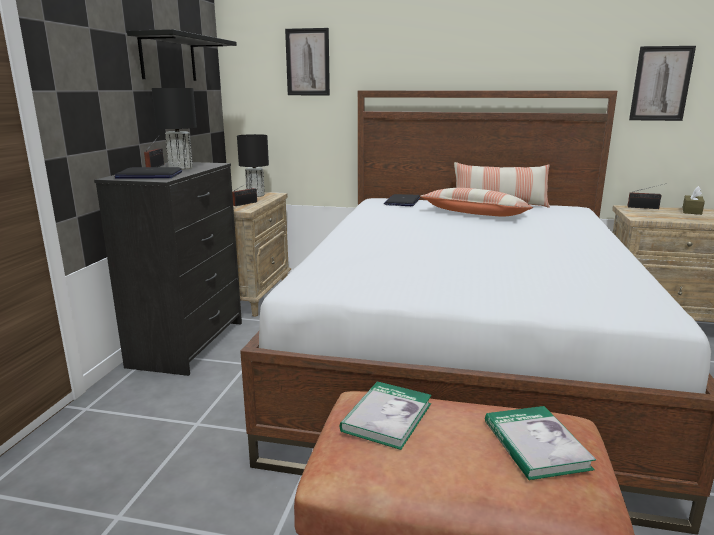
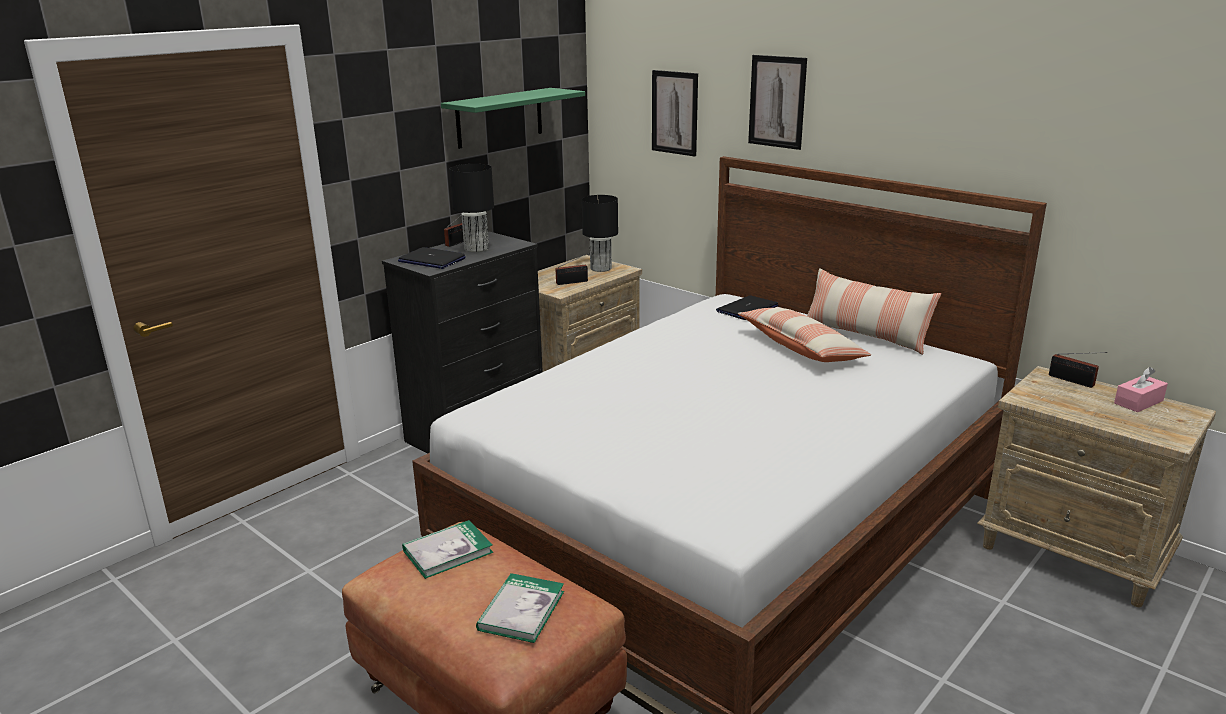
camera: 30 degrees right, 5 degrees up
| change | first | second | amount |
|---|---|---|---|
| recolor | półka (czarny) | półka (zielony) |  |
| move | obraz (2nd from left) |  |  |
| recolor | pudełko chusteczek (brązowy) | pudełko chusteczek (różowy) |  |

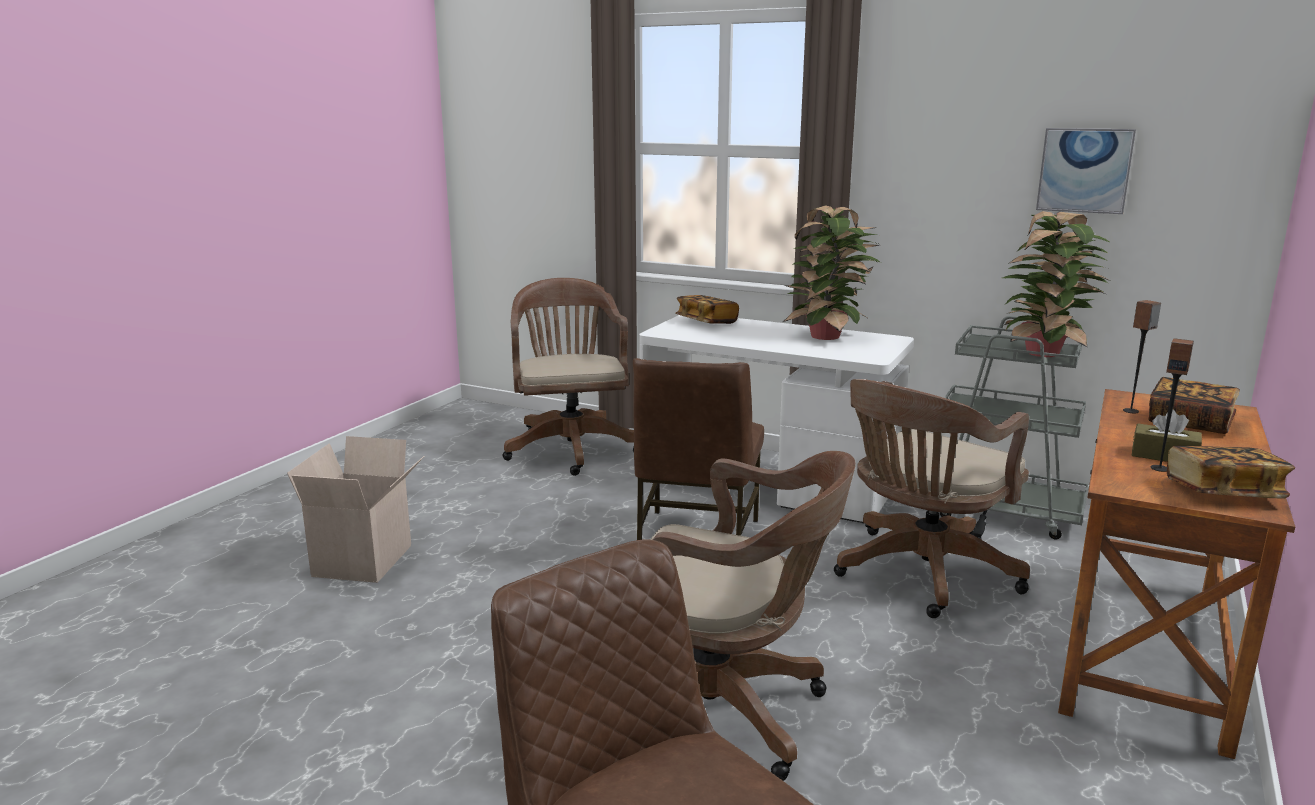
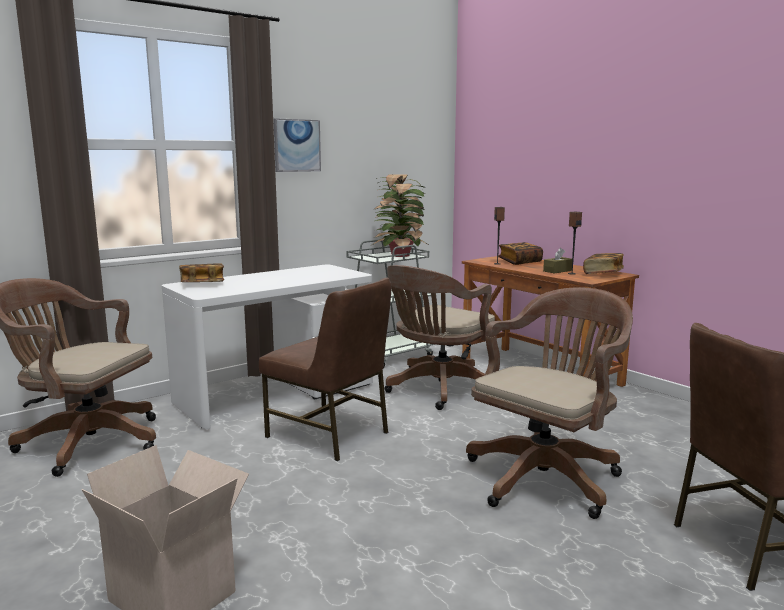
camera: 65 degrees left, 5 degrees down
| change | first | second | amount |
|---|---|---|---|
| delete | roślina doniczkowa (1st from left) |  |  |
| rotate | krzesło biurowe (brązowy) (3rd from left in the first image) | krzesło biurowe (brązowy) (2nd from left) | 60 degrees clockwise |
| move | obraz |  |  |

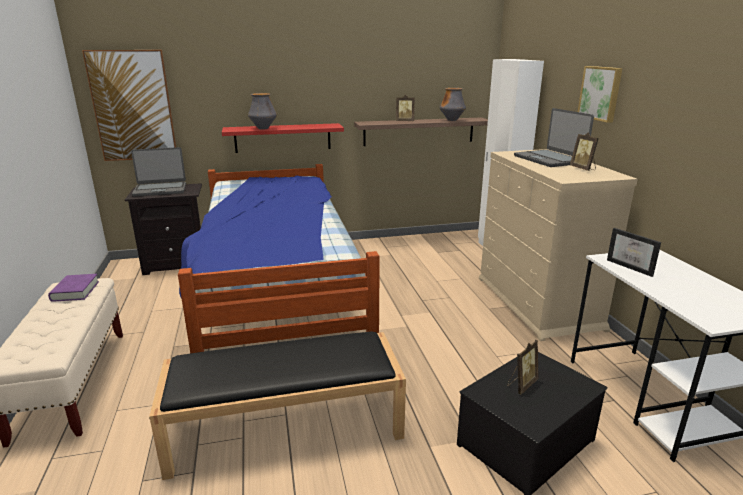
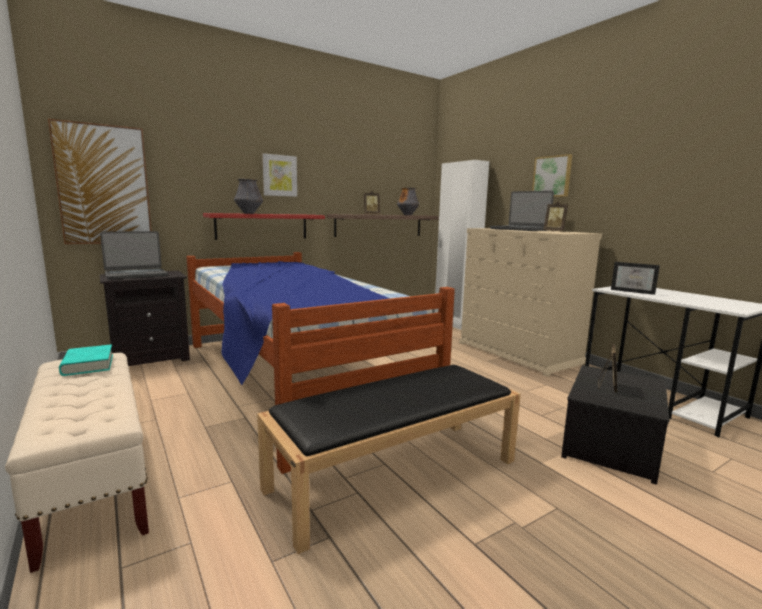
camera: 20 degrees left, 10 degrees down
| change | first | second | amount |
|---|---|---|---|
| recolor | książka (fioletowy) | książka (turkusowy) |  |
| insert |  | obraz (2nd from left) |  |

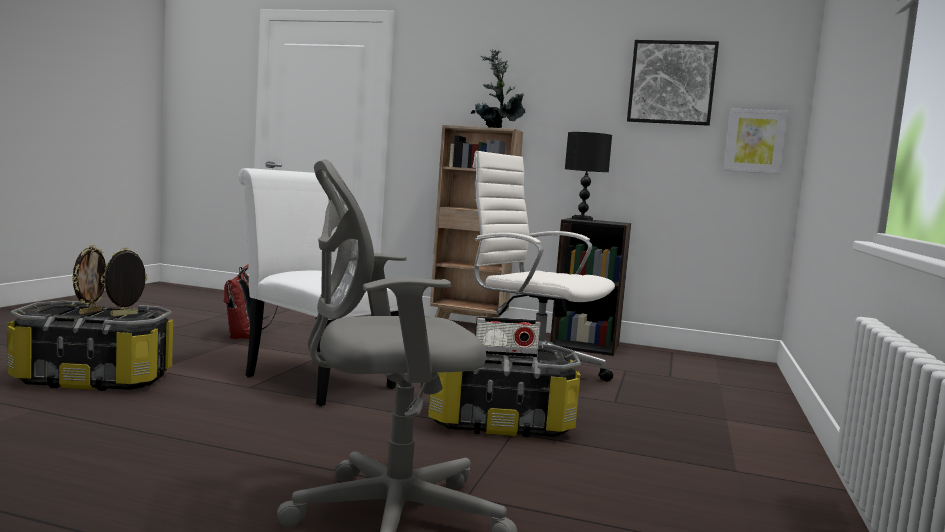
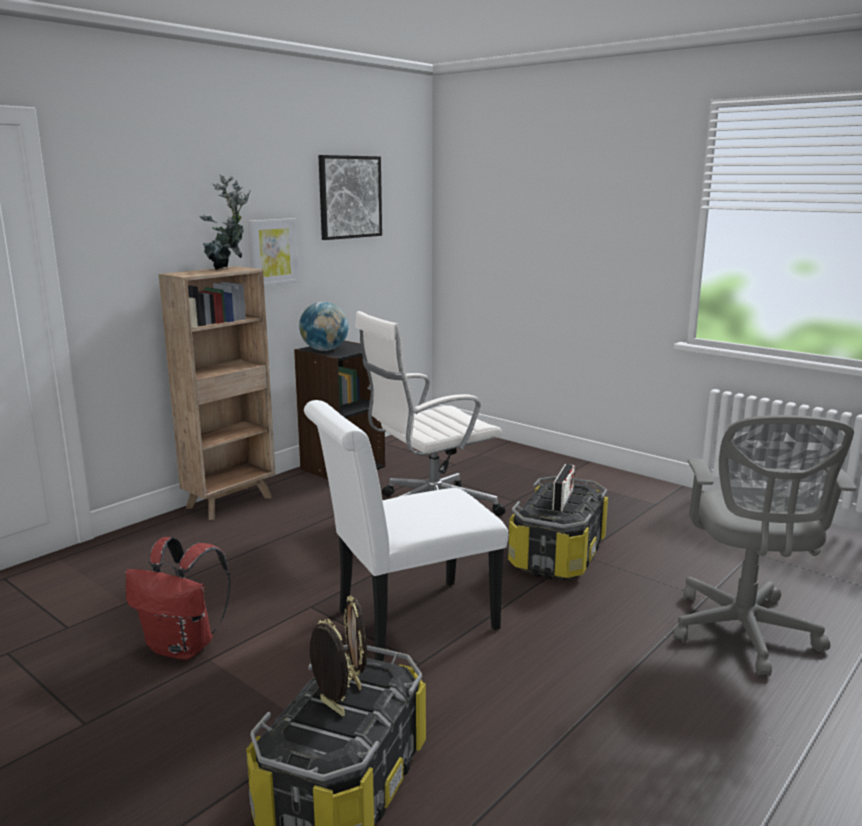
camera: 65 degrees left, 10 degrees up
| change | first | second | amount |
|---|---|---|---|
| replace | lampa stołowa (czarny) | globus |  |
| move | obraz (2nd from left in the first image) | obraz (1st from left) |  |

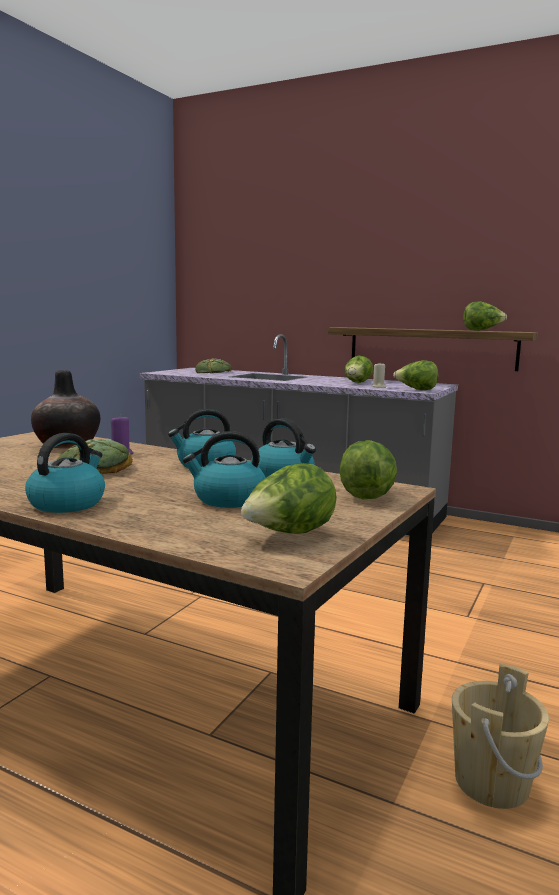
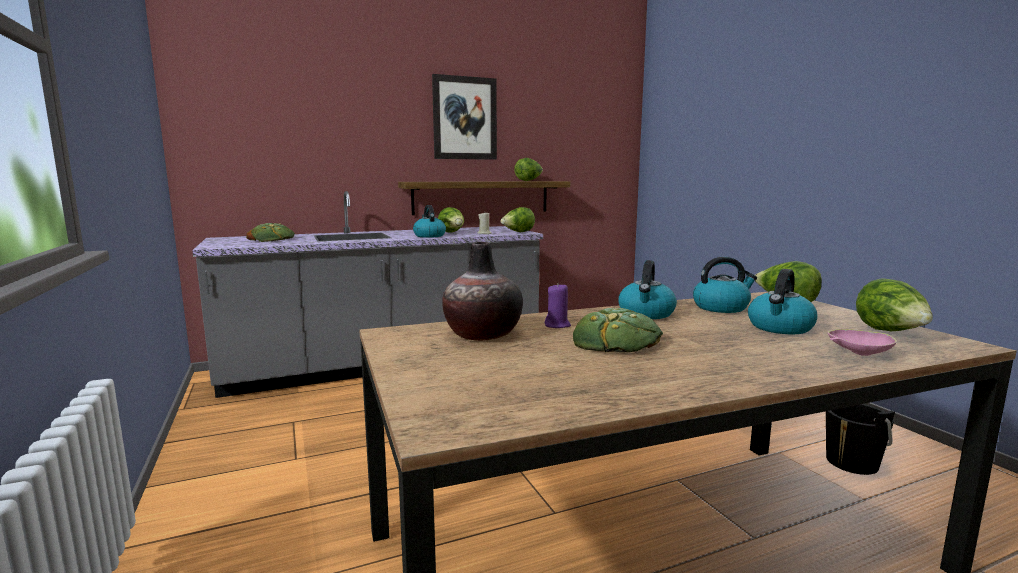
camera: 50 degrees left, 0 degrees up
| change | first | second | amount |
|---|---|---|---|
| move | czajnik (1st from left) |  |  |
| recolor | wiadro (beżowy) | wiadro (czarny) |  |
| insert |  | obraz |  |
| insert |  | miska (różowy) |  |

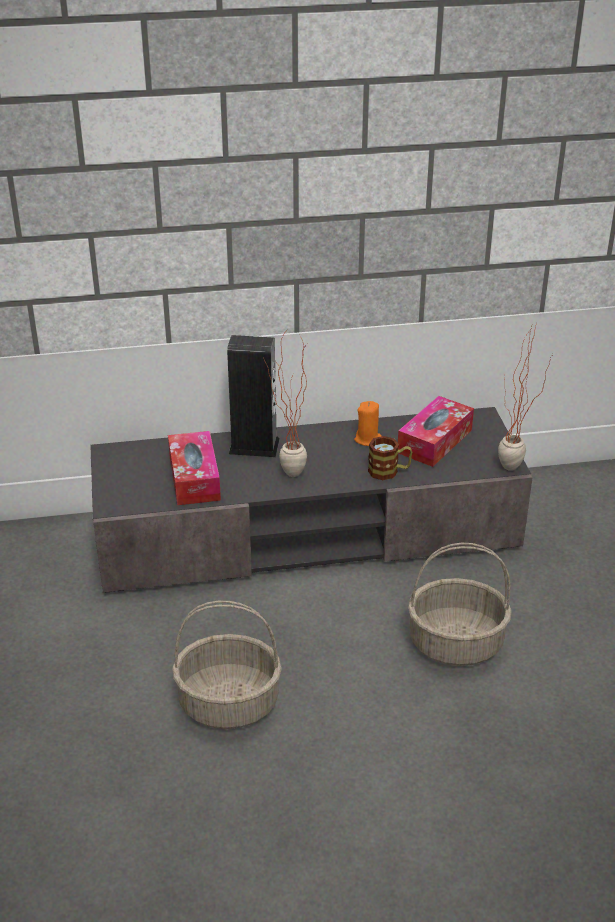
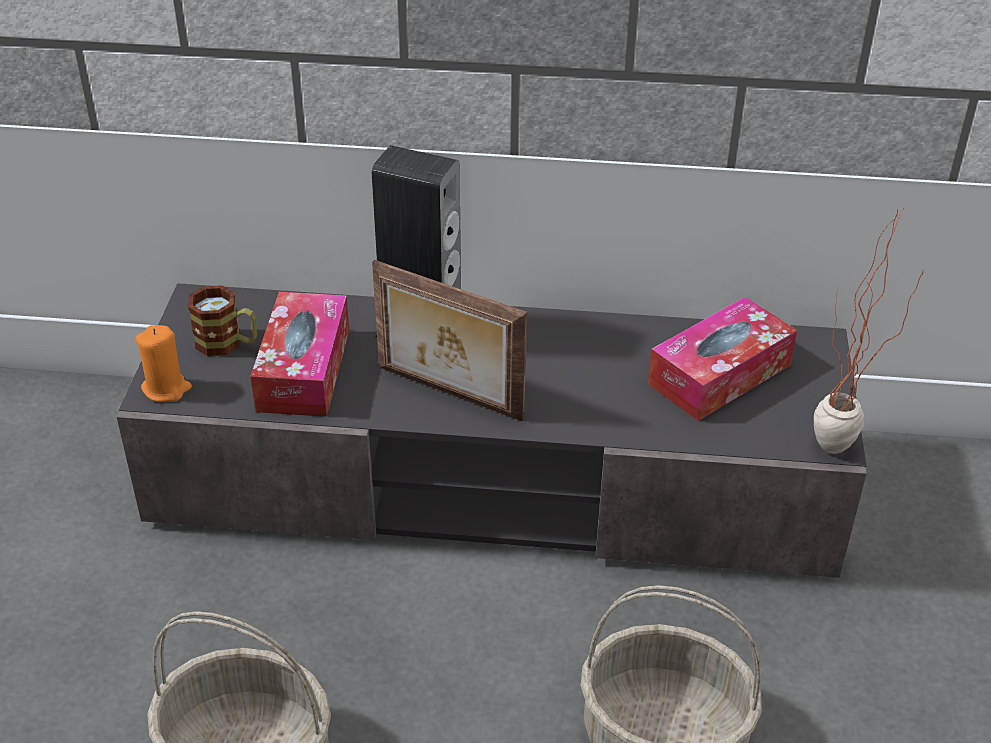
camera: 15 degrees right, 5 degrees up
| change | first | second | amount |
|---|---|---|---|
| replace | roślina doniczkowa (1st from left) | ramka na zdjęcie |  |
| move | świeca (pomarańczowy) |  |  |
| move | kubek |  |  |

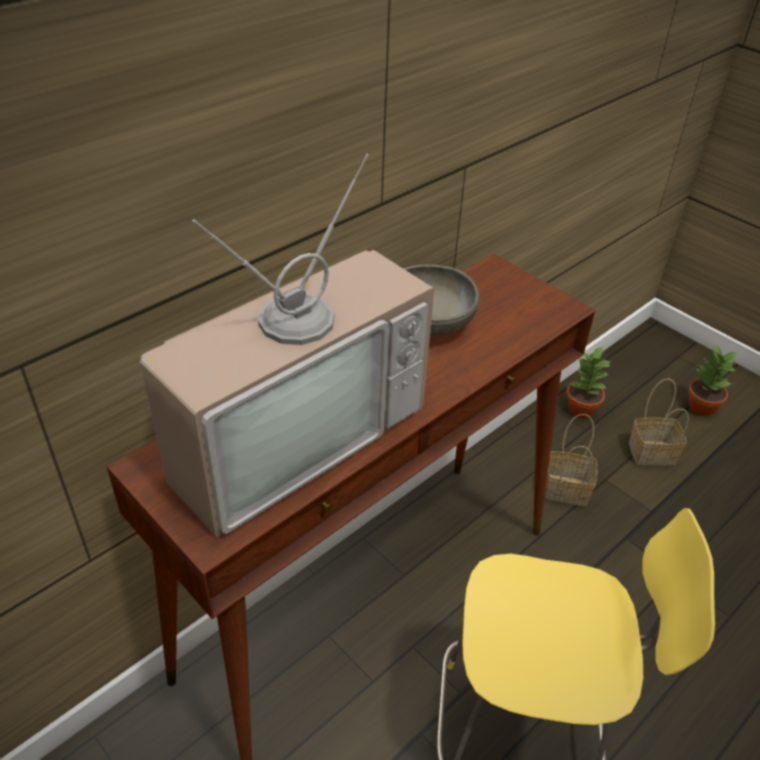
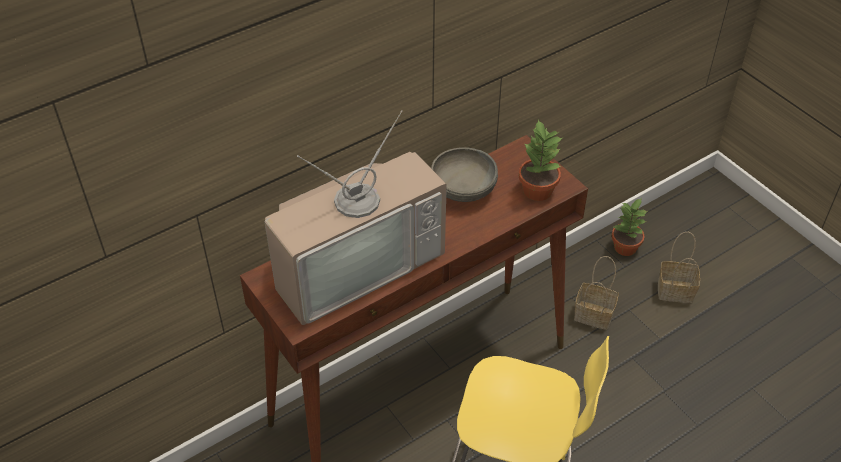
camera: 10 degrees right, 5 degrees up
| change | first | second | amount |
|---|---|---|---|
| move | roślina doniczkowa (2nd from left in the first image) | roślina doniczkowa (1st from left) |  |

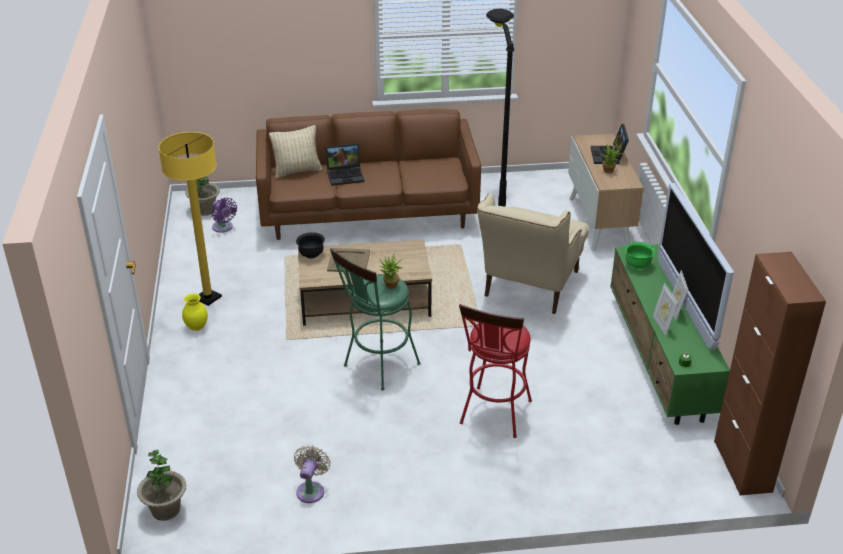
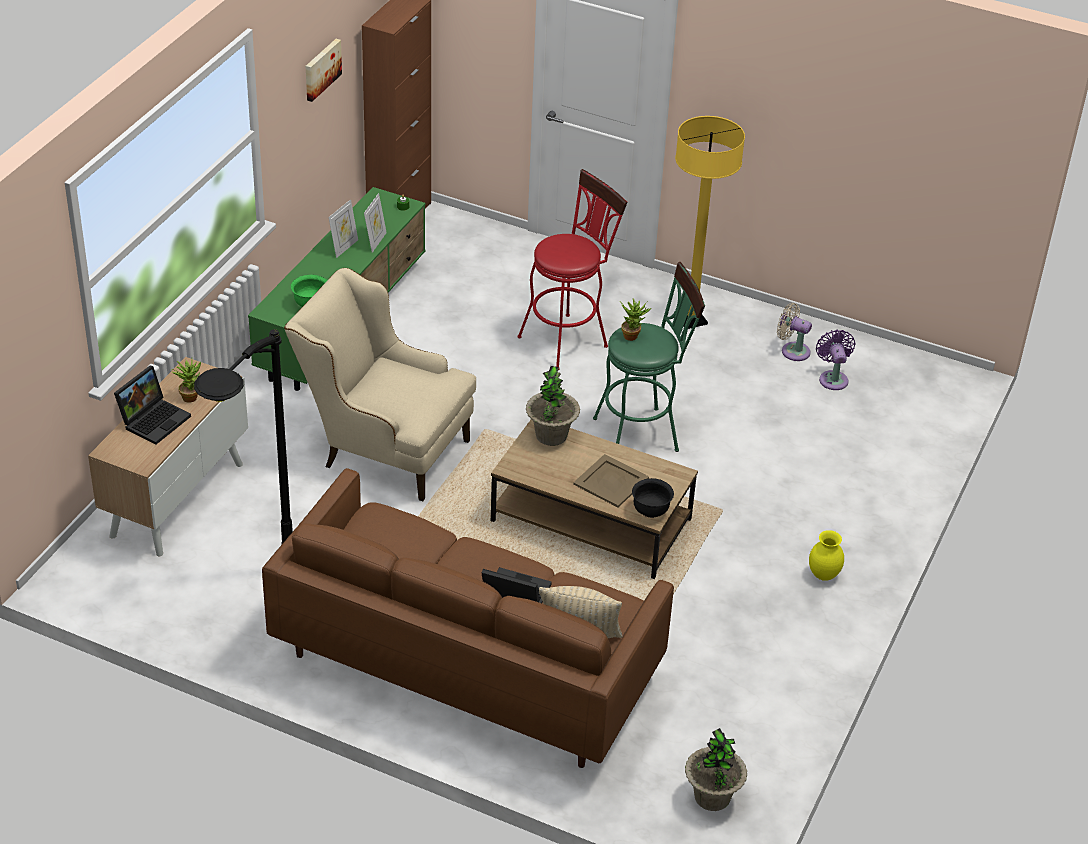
camera: 150 degrees left, 5 degrees up
| change | first | second | amount |
|---|---|---|---|
| move | roślina doniczkowa (1st from left in the first image) | roślina doniczkowa (2nd from left) |  |
| move | lampa stojąca (żółty) |  |  |
| move | wentylator (fioletowy) |  |  |
| rotate | wentylator (beżowy) |  | 75 degrees clockwise |
| rotate | fotel (beżowy) |  | 120 degrees counterclockwise |
| delete | telewizor |  |  |
| insert |  | obraz |  |

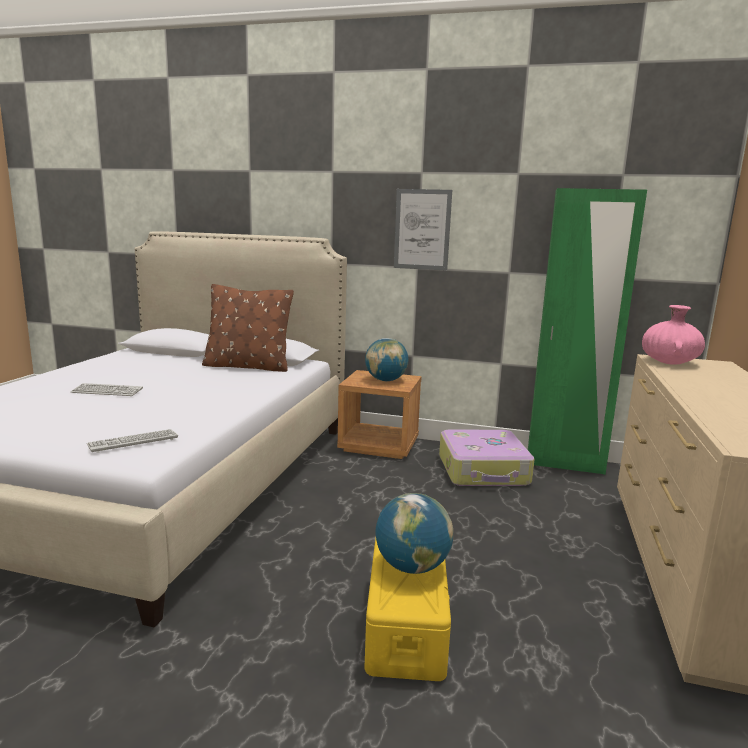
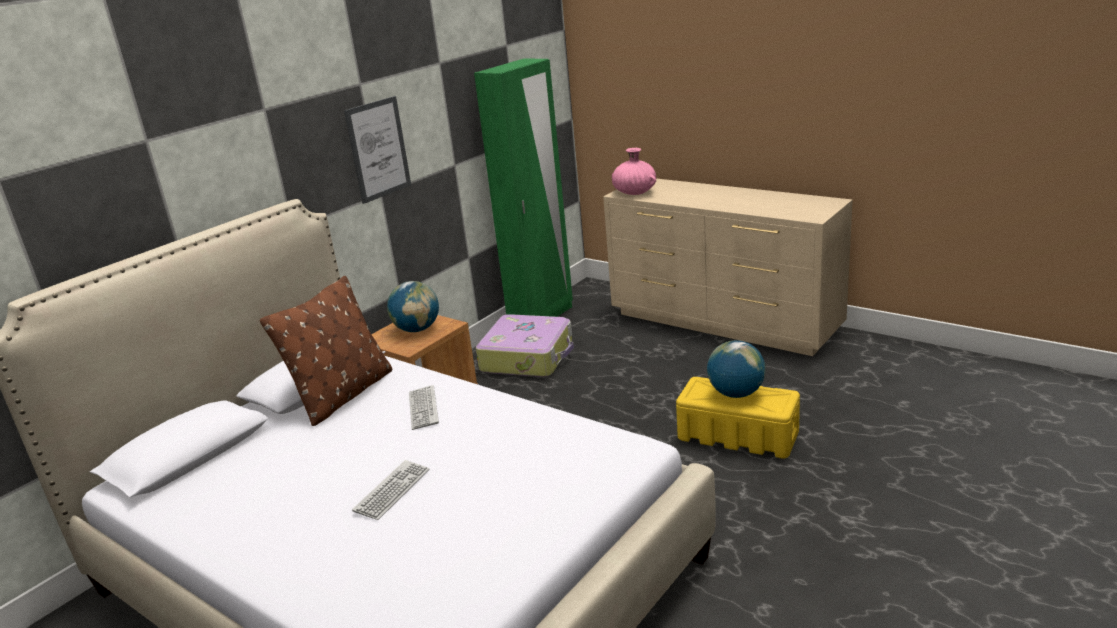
camera: 65 degrees left, 10 degrees up
| change | first | second | amount |
|---|---|---|---|
| move | klawiatura (2nd from left) |  |  |

